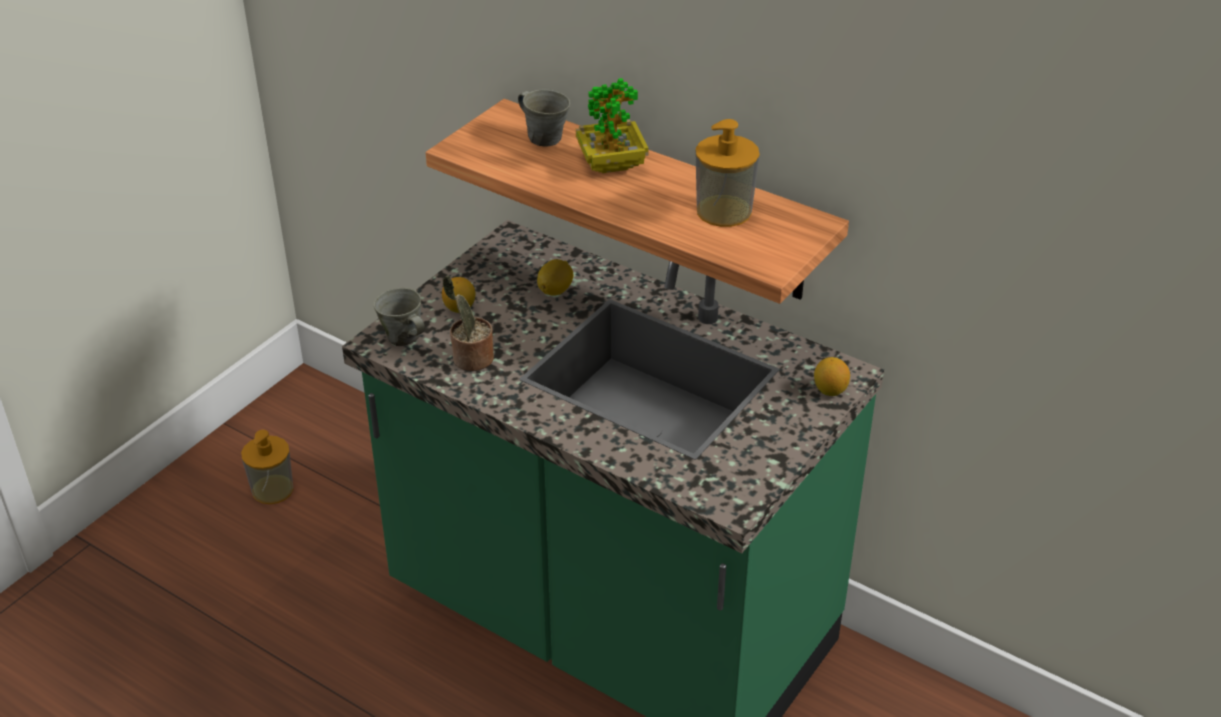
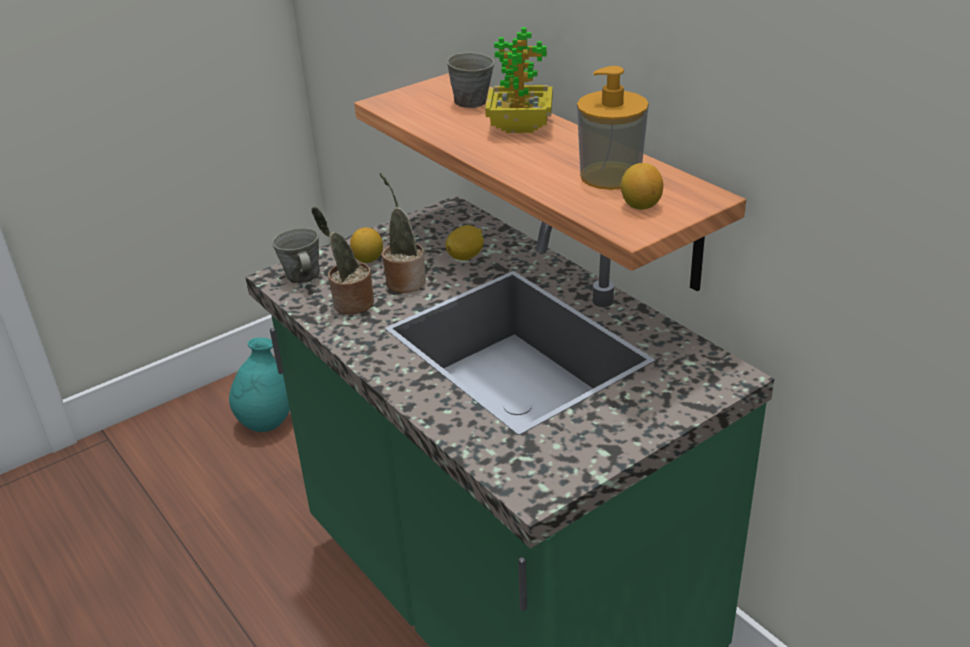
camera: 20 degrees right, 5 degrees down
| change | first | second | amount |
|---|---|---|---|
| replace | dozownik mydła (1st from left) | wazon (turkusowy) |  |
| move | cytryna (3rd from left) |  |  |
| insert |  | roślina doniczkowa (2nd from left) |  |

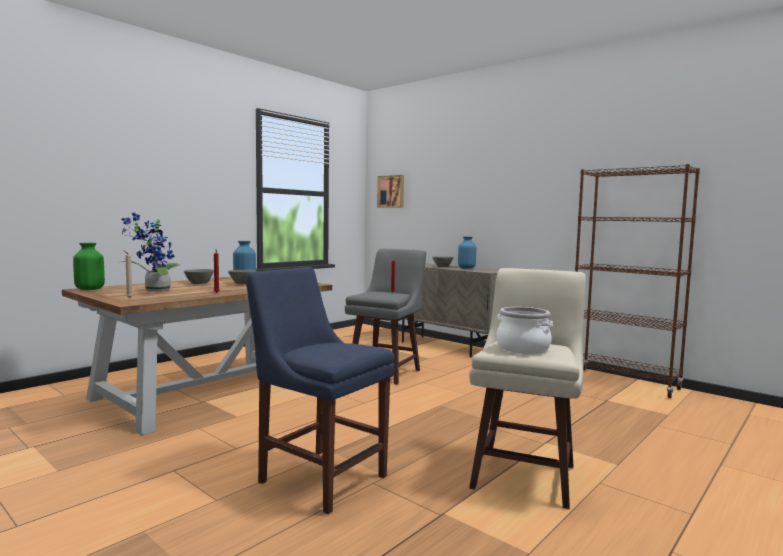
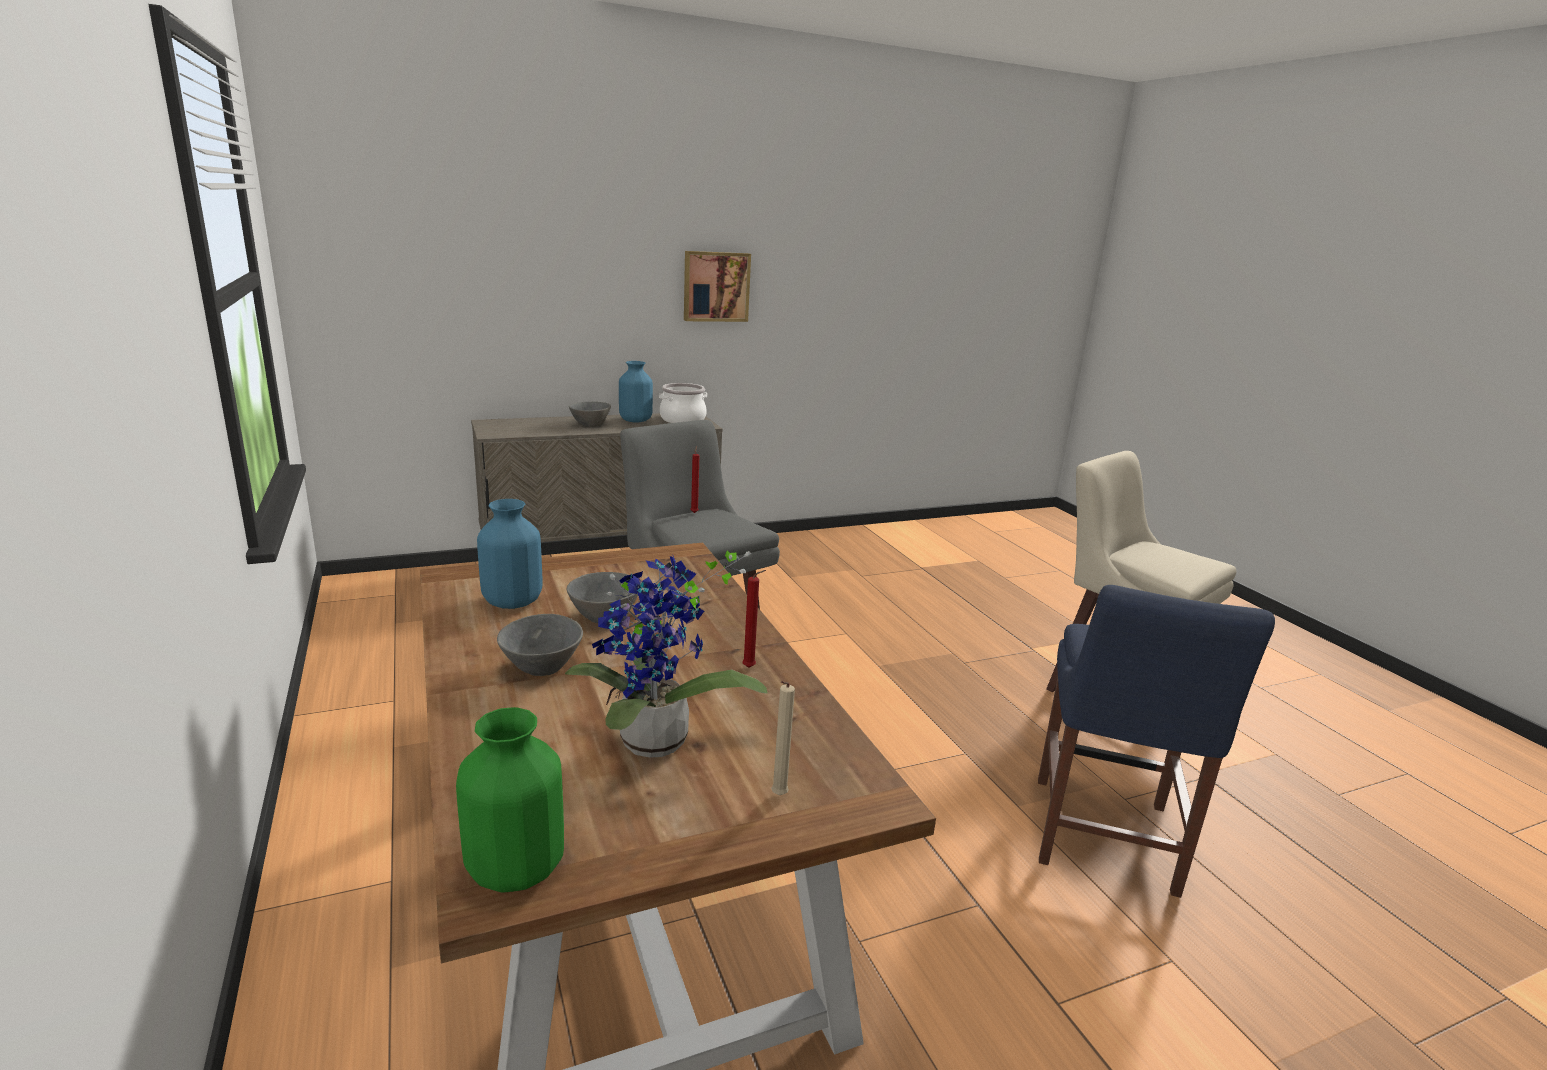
camera: 65 degrees left, 15 degrees up
| change | first | second | amount |
|---|---|---|---|
| rotate | krzesło (niebieski) |  | 45 degrees counterclockwise |
| move | obraz |  |  |
| move | garnek |  |  |
| delete | regał (brązowy) |  |  |

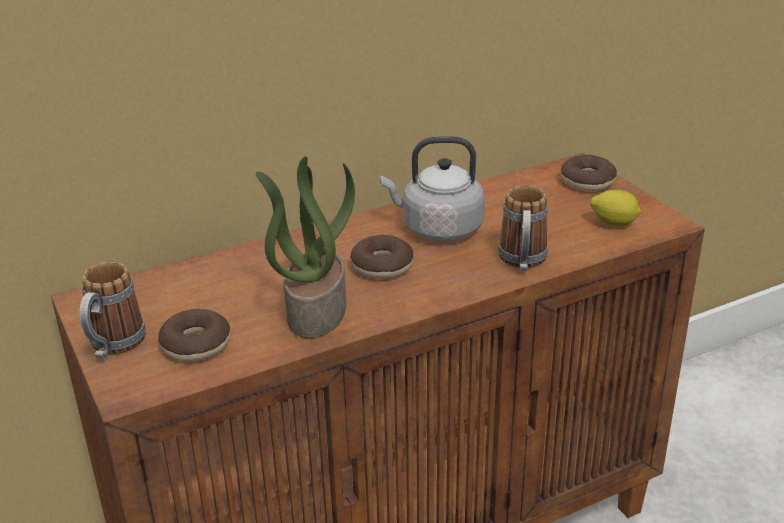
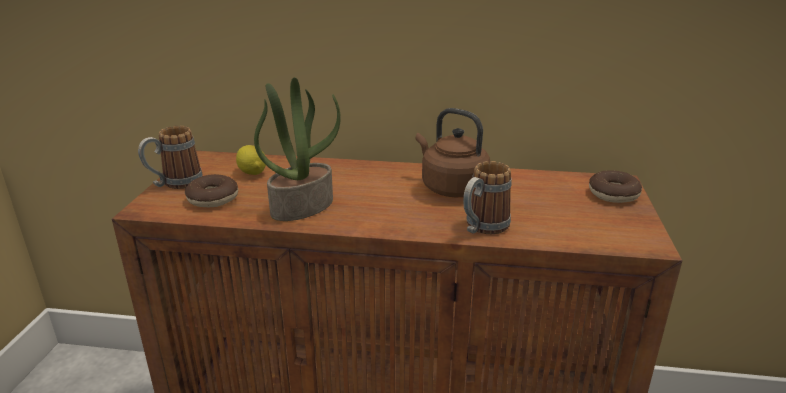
camera: 35 degrees right, 5 degrees down
| change | first | second | amount |
|---|---|---|---|
| delete | donut (2nd from left) |  |  |
| recolor | czajnik (szary) | czajnik (brązowy) |  |
| move | cytryna |  |  |

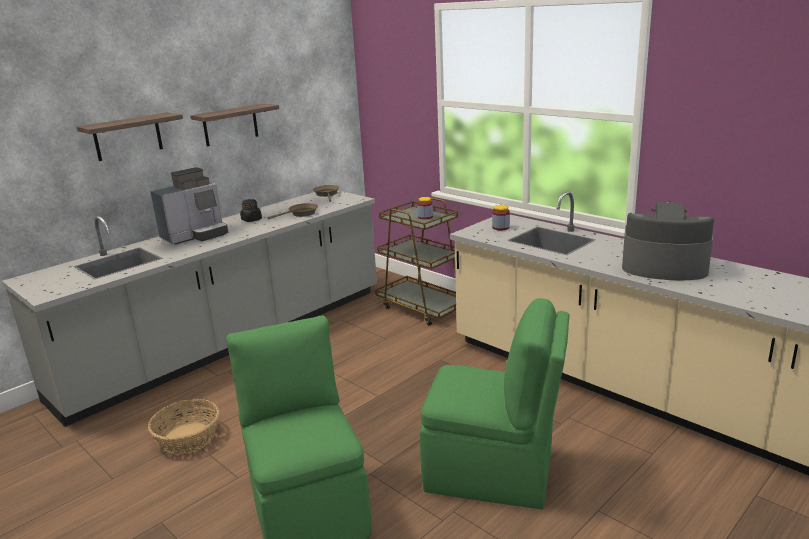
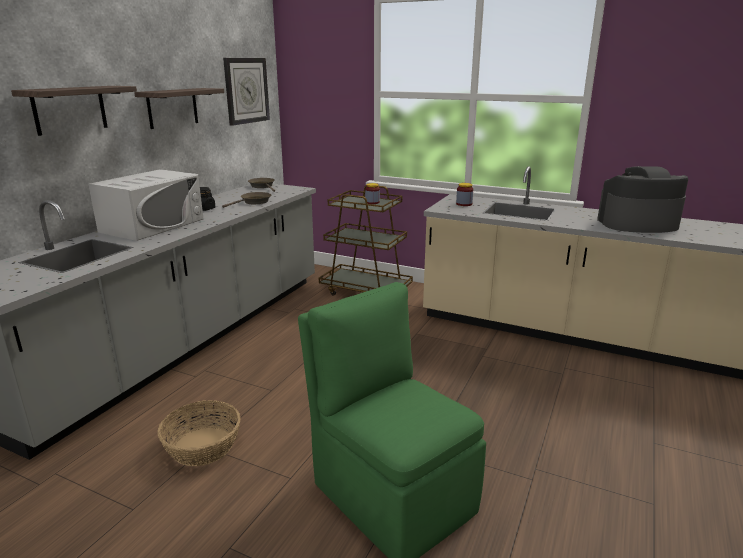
camera: 20 degrees left, 0 degrees up
| change | first | second | amount |
|---|---|---|---|
| replace | ekspres do kawy (1st from left) | mikrofalówka (biały) |  |
| delete | krzesło (zielony) (2nd from left) |  |  |
| insert |  | zegar ścienny |  |

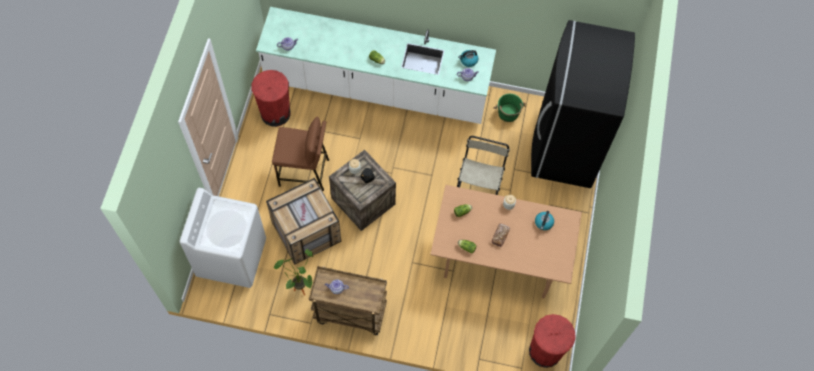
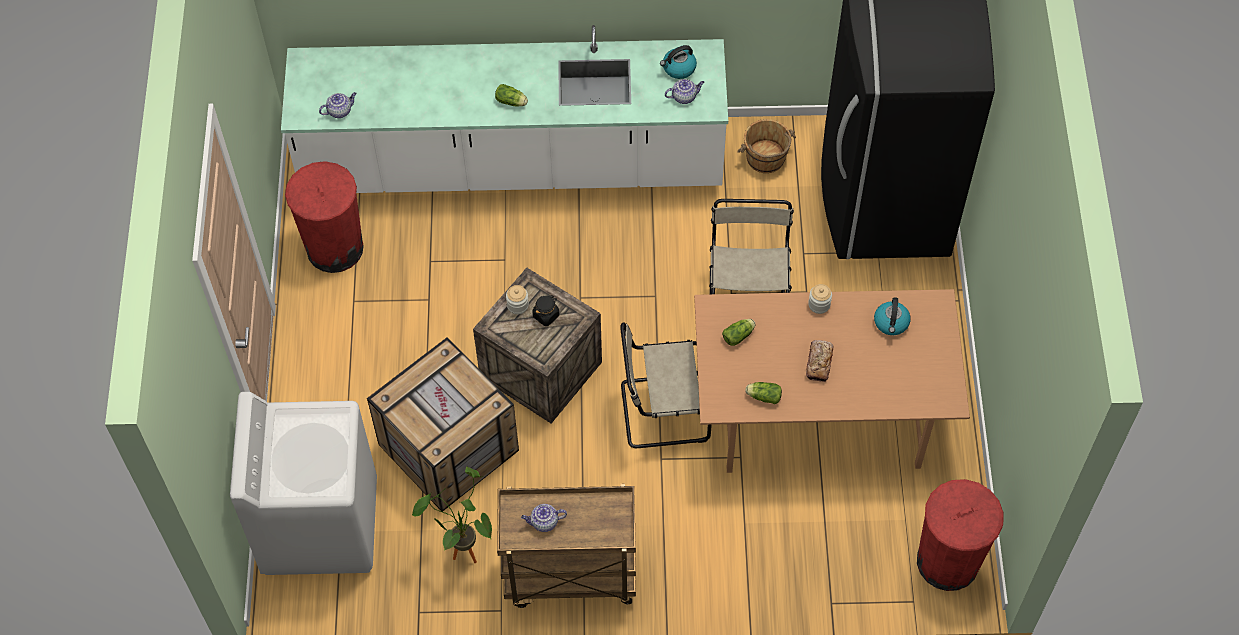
camera: 10 degrees left, 5 degrees down
| change | first | second | amount |
|---|---|---|---|
| delete | stołek (brązowy) |  |  |
| recolor | wiadro (zielony) | wiadro (brązowy) |  |
| insert |  | krzesło (beżowy) (1st from left) |  |

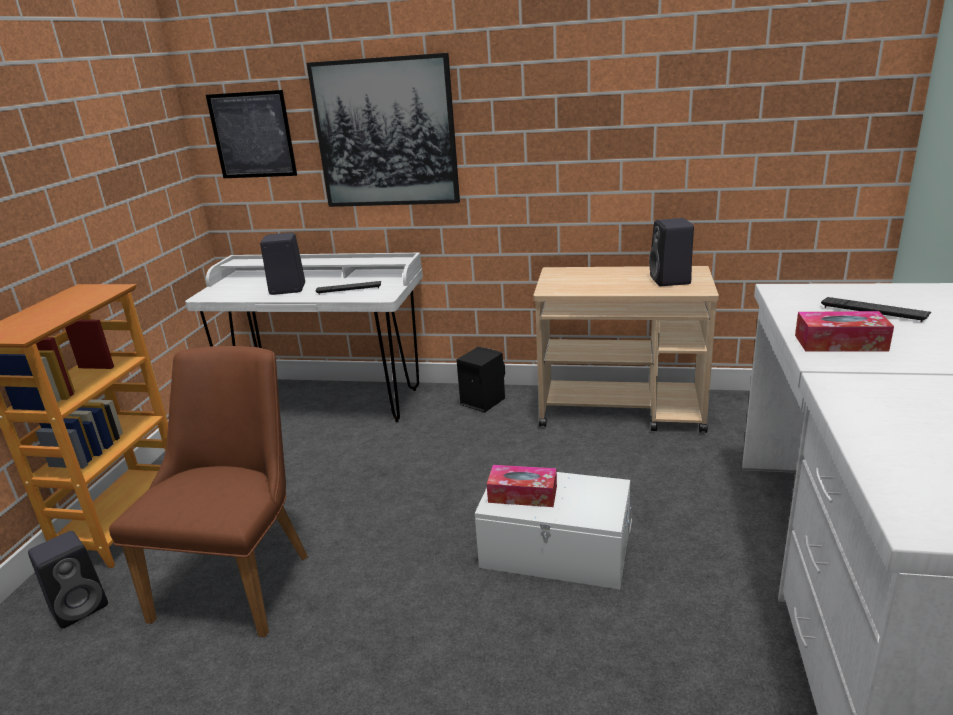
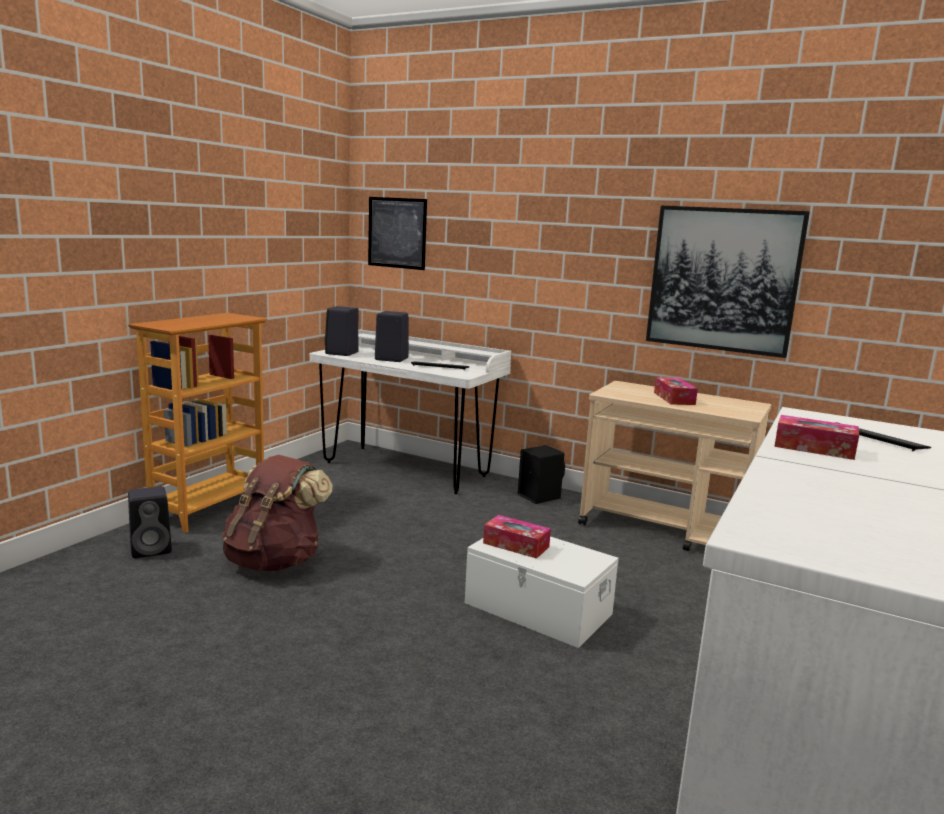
camera: 15 degrees right, 10 degrees down
| change | first | second | amount |
|---|---|---|---|
| replace | krzesło (brązowy) | plecak (brązowy) |  |
| move | obraz (2nd from left) |  |  |
| move | głośnik (czarny) (4th from left in the first image) | głośnik (czarny) (2nd from left) |  |
| insert |  | pudełko chusteczek (2nd from left) |  |

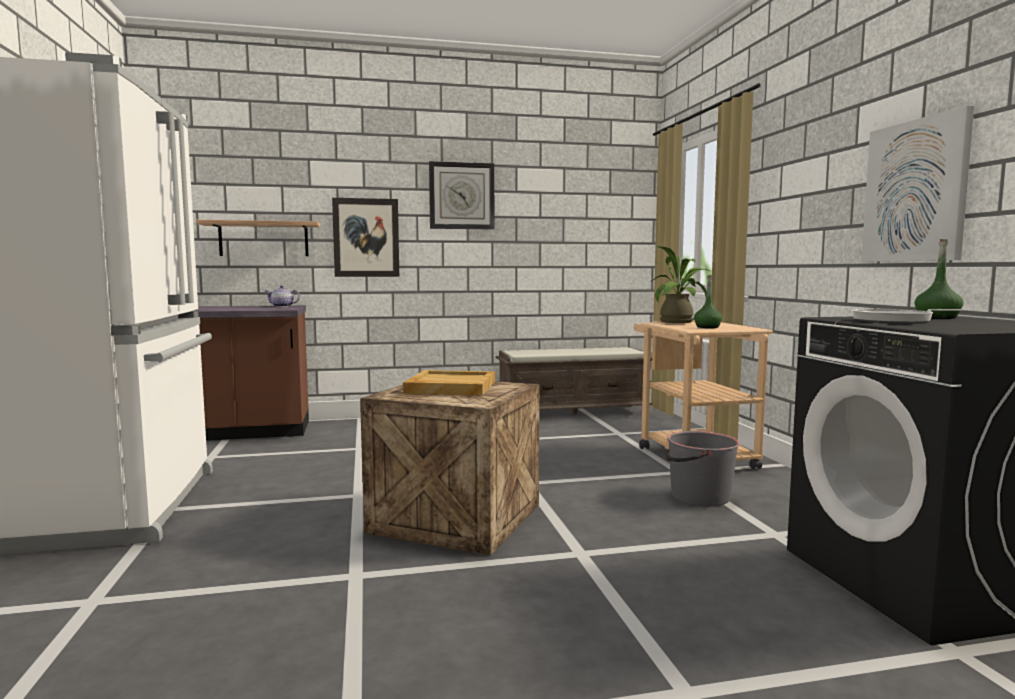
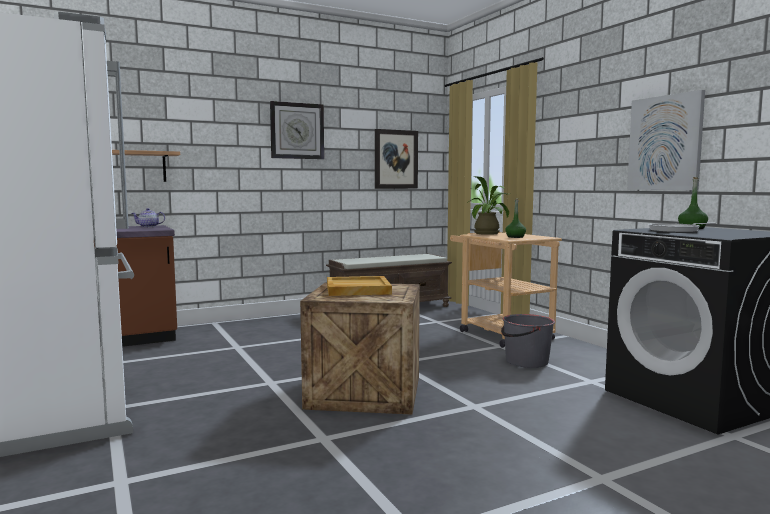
camera: 15 degrees left, 0 degrees up
| change | first | second | amount |
|---|---|---|---|
| move | obraz (1st from left) |  |  |

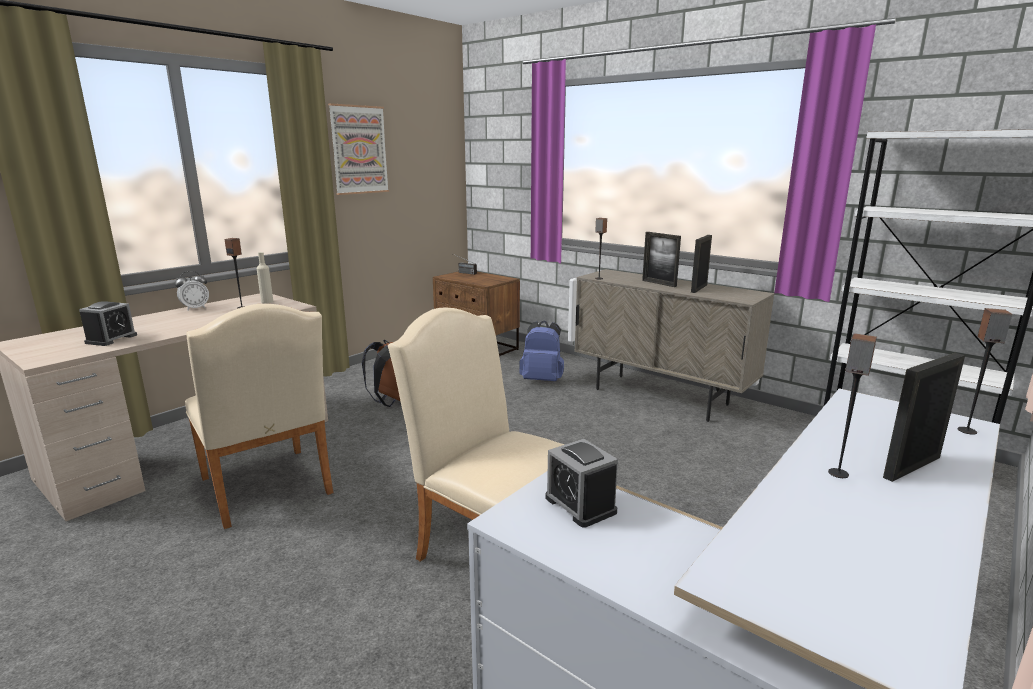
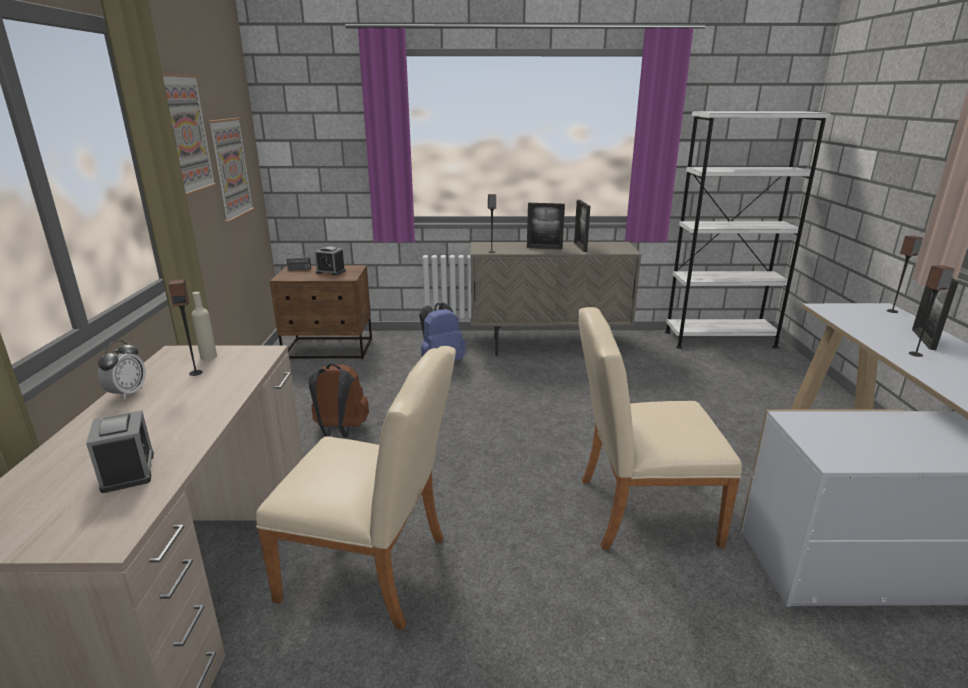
camera: 40 degrees left, 5 degrees up
| change | first | second | amount |
|---|---|---|---|
| move | budzik (3rd from left) |  |  |
| insert |  | obraz (2nd from left) |  |

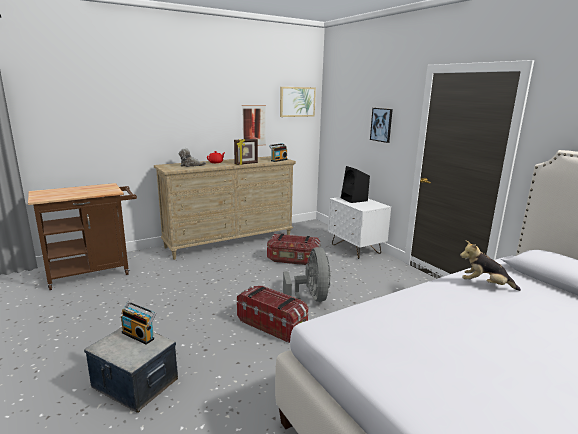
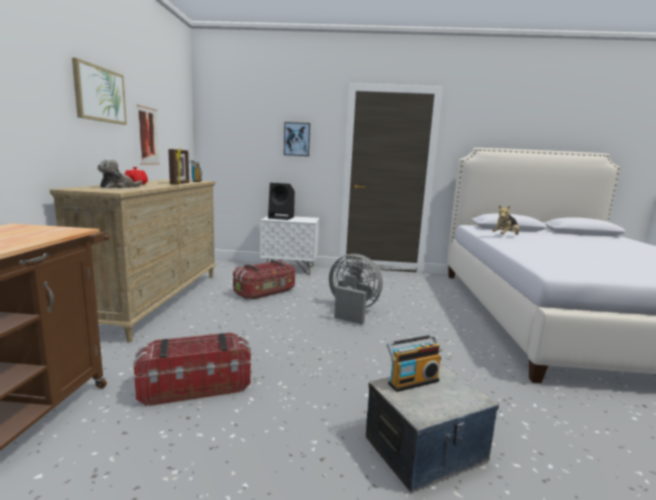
camera: 55 degrees left, 5 degrees down
| change | first | second | amount |
|---|---|---|---|
| move | pojemnik do przechowywania (2nd from left in the first image) | pojemnik do przechowywania (1st from left) |  |
| move | obraz (2nd from left in the first image) | obraz (1st from left) |  |

